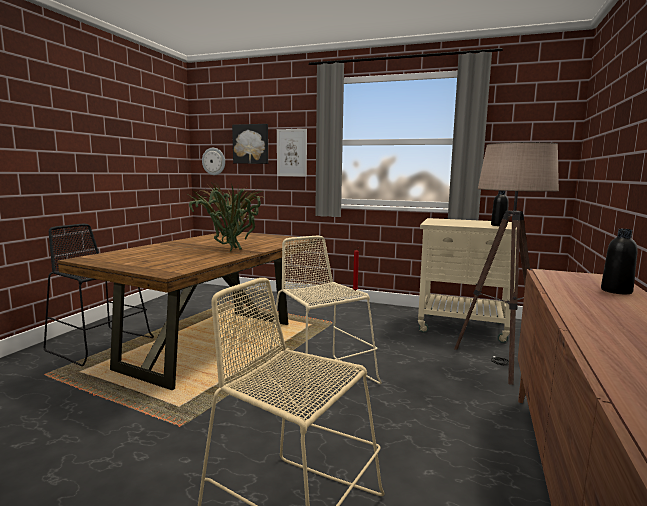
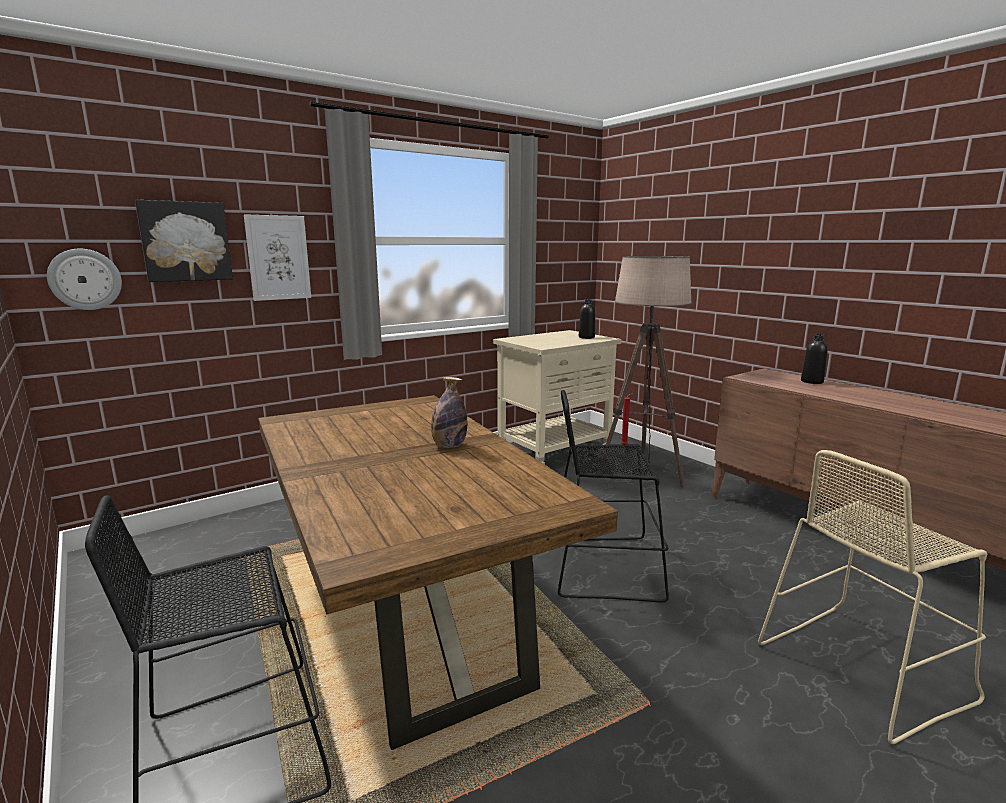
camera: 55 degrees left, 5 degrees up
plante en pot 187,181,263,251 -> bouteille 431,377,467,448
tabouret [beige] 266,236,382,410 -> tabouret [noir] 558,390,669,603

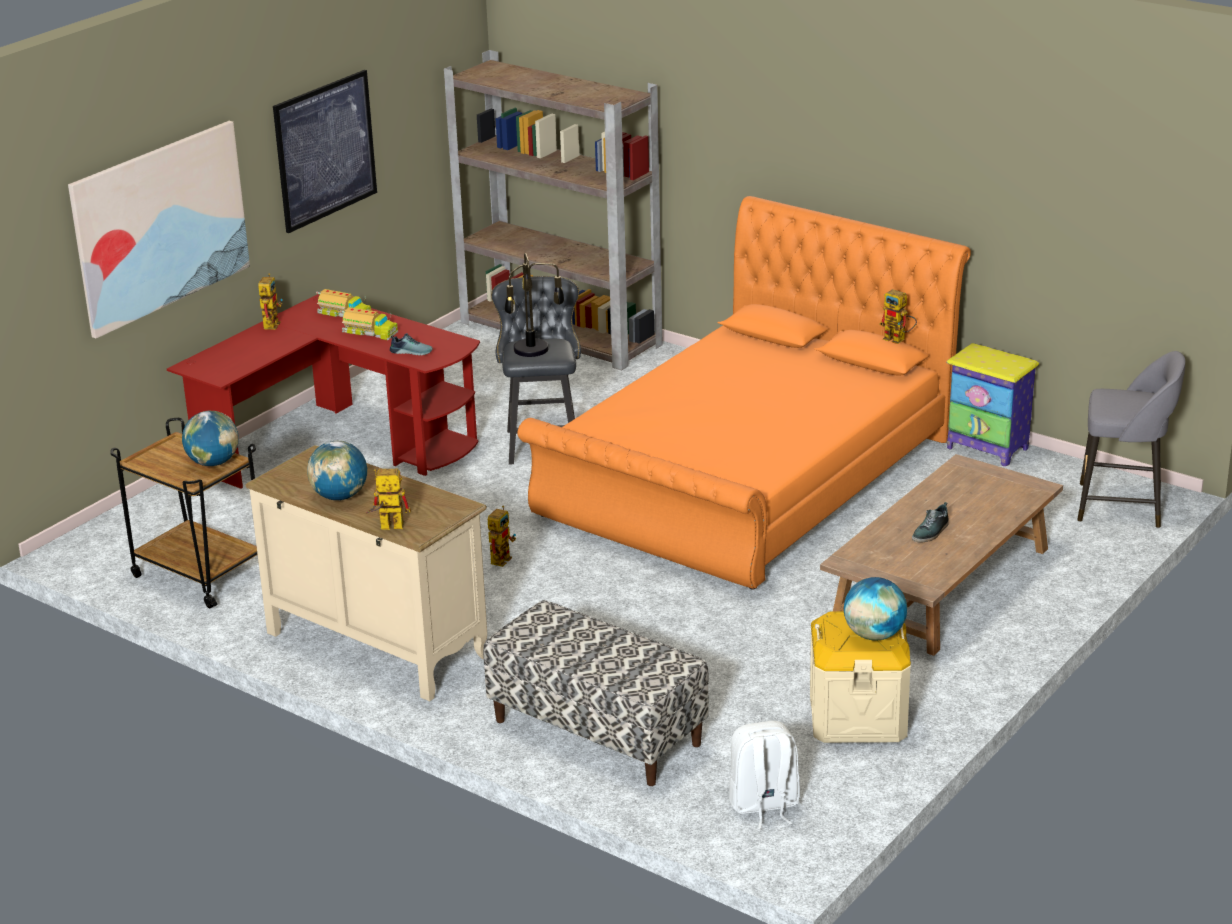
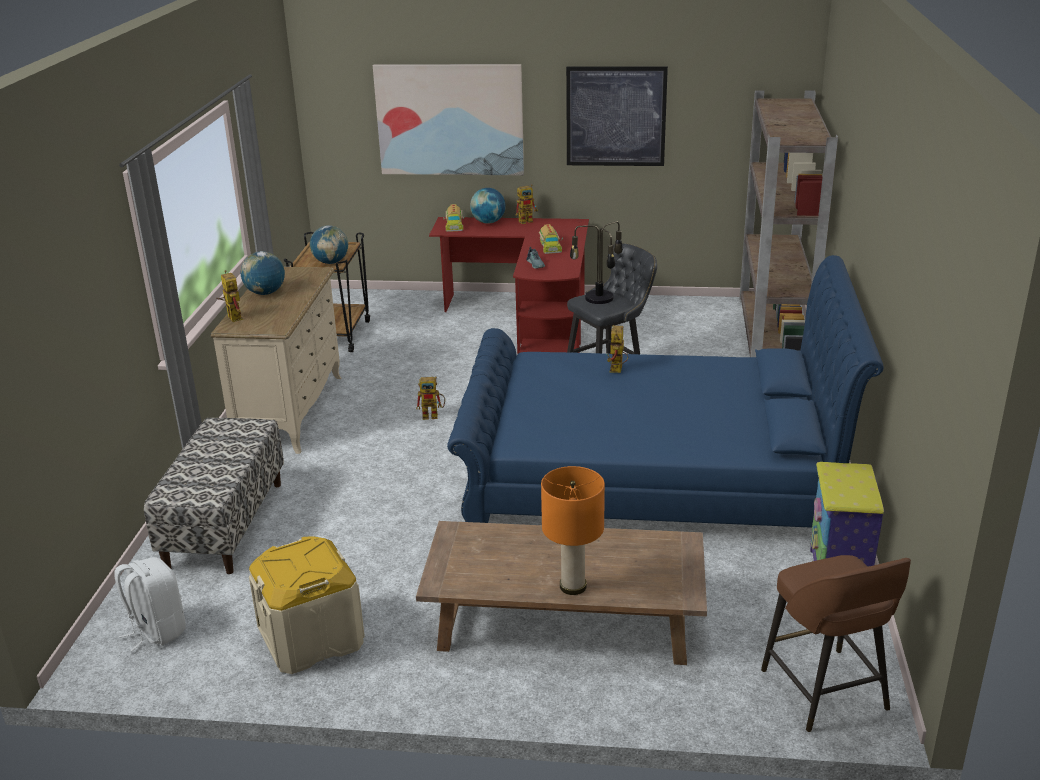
camera: 60 degrees right, 0 degrees up
camion jouet 316,289,371,317 -> camion jouet 443,204,464,232, move
lit [orange] 517,196,971,589 -> lit [bleu] 447,255,884,528
globe 844,577,907,641 -> globe 470,188,506,224, move
robot jouet 879,289,917,344 -> robot jouet 606,325,628,373, move
chaussure 912,502,949,543 -> none
tabouret [gris] 1077,351,1185,528 -> tabouret [marron] 761,555,911,732
none -> lampe de table [orange] 541,466,605,595

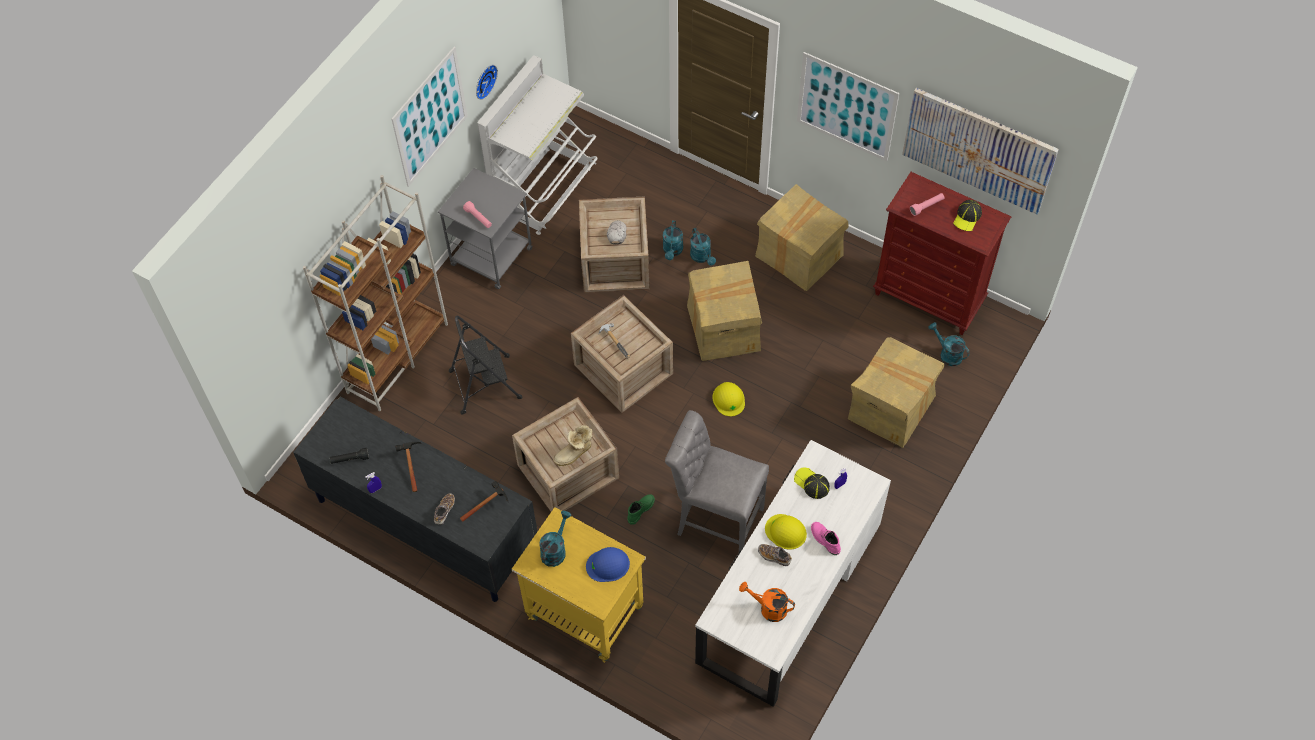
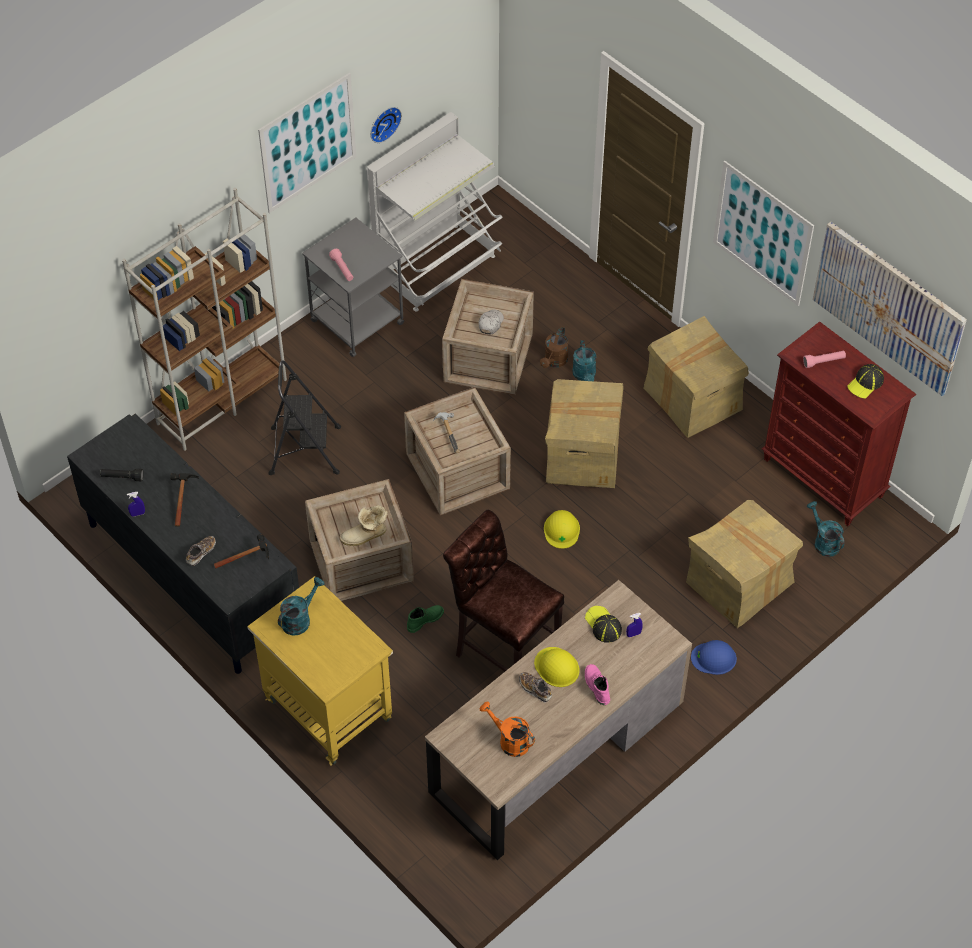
camera: 15 degrees right, 5 degrees down
casque de chantier [bleu] 586,547,630,582 -> casque de chantier [bleu] 691,640,737,675, move
arrosoir [turquoise] 663,220,683,260 -> arrosoir [marron] 540,327,568,368
tabouret [gris] 665,410,769,554 -> tabouret [marron] 443,510,564,672
bureau [blanc] 695,440,891,707 -> bureau [marron] 425,580,692,860

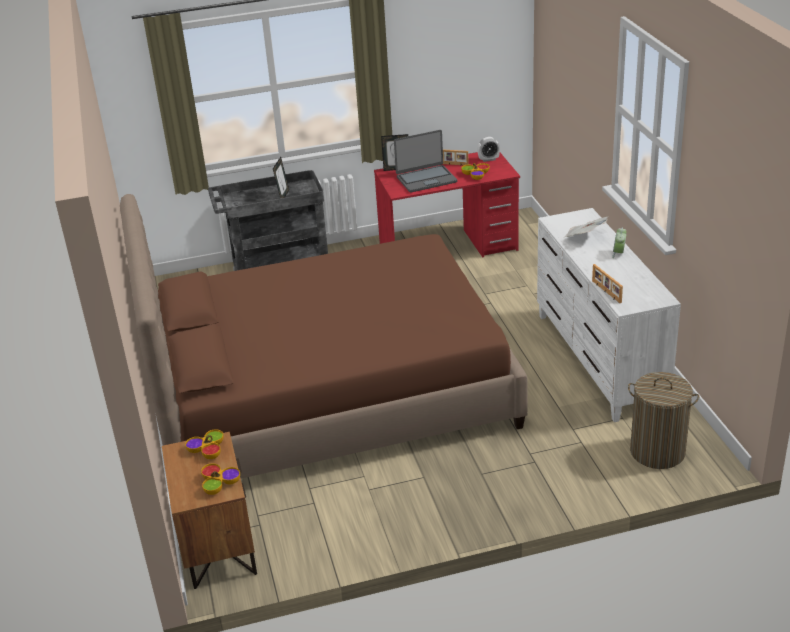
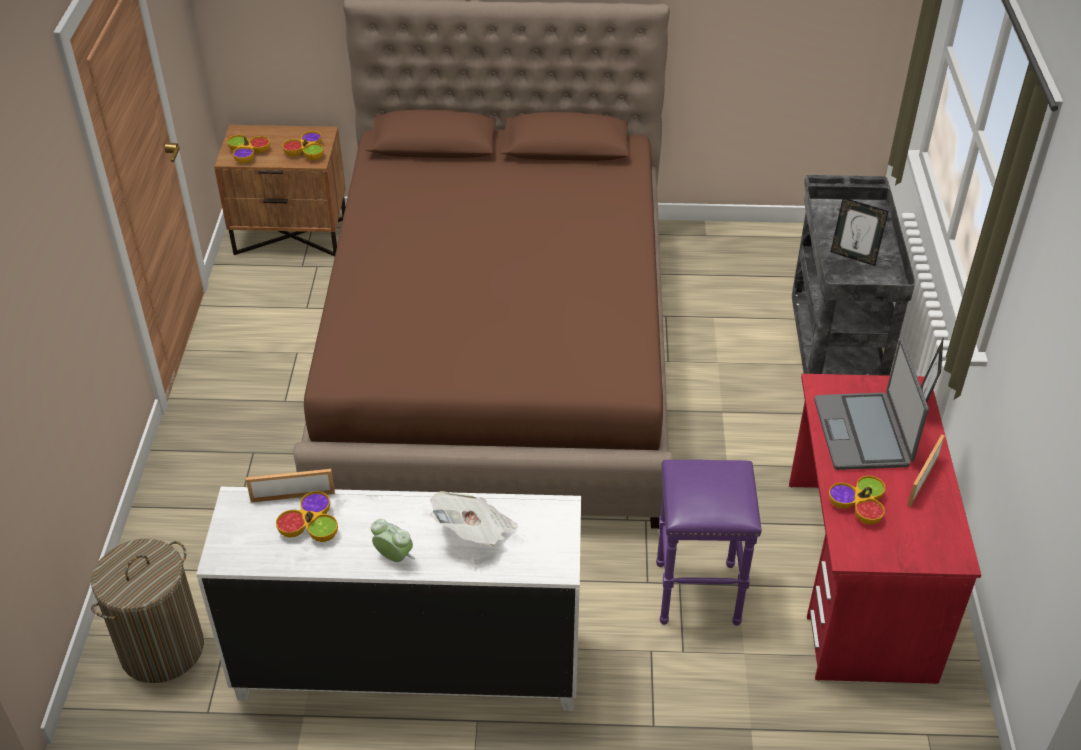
camera: 105 degrees right, 10 degrees up
réveil 477,137,500,162 -> none
none -> bol 276,491,338,542
none -> tabouret [violet] 656,460,762,626

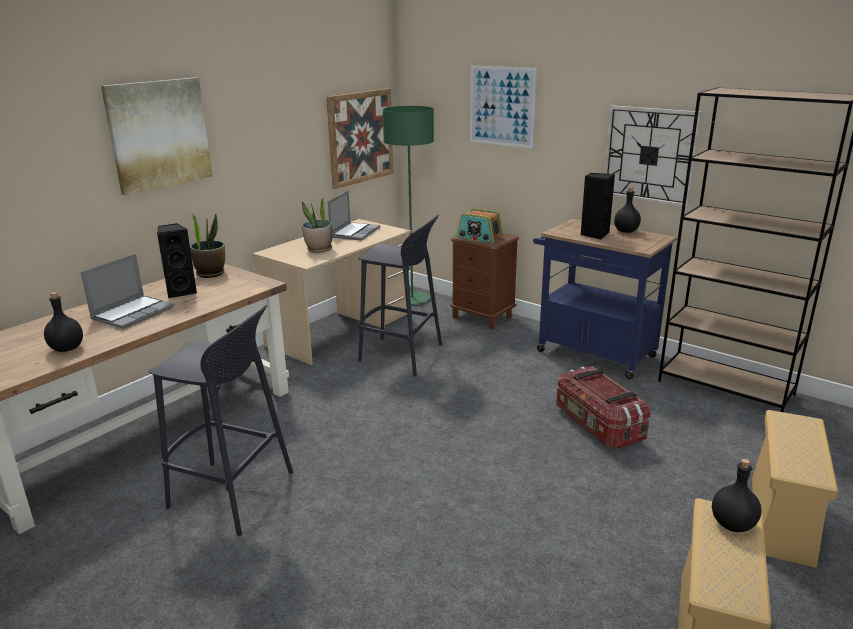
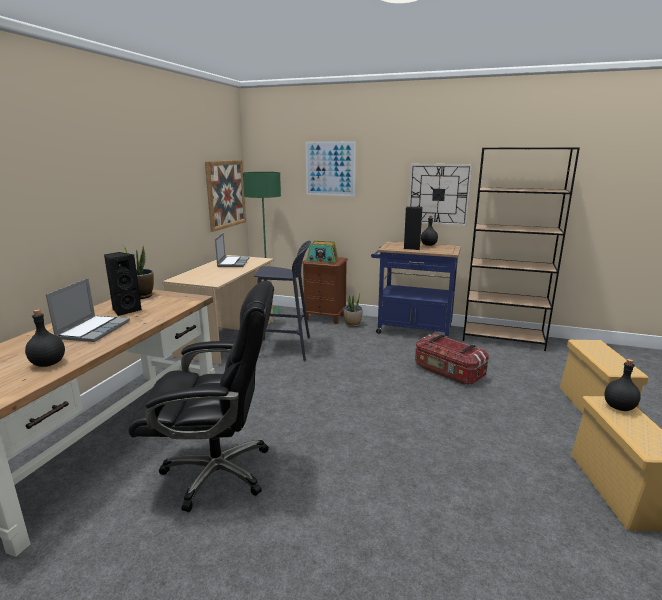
camera: 20 degrees left, 5 degrees down
tableau 101,77,212,195 -> none
tabouret [gris] 149,305,293,536 -> chaise de bureau [noir] 128,281,274,512
plante en pot 302,198,332,253 -> plante en pot 343,291,363,327, move

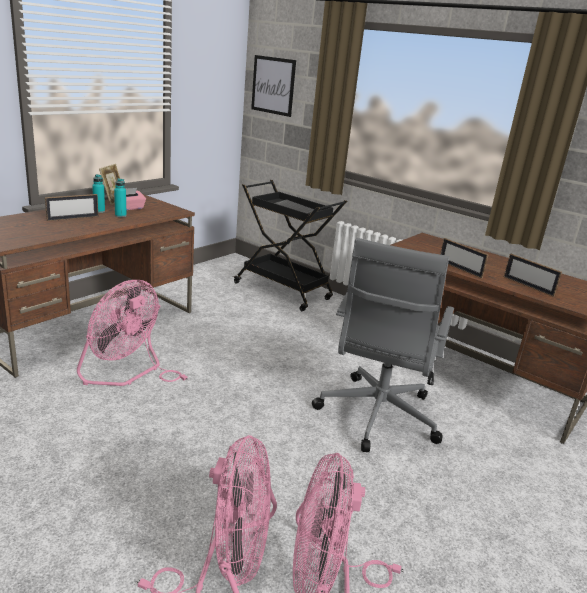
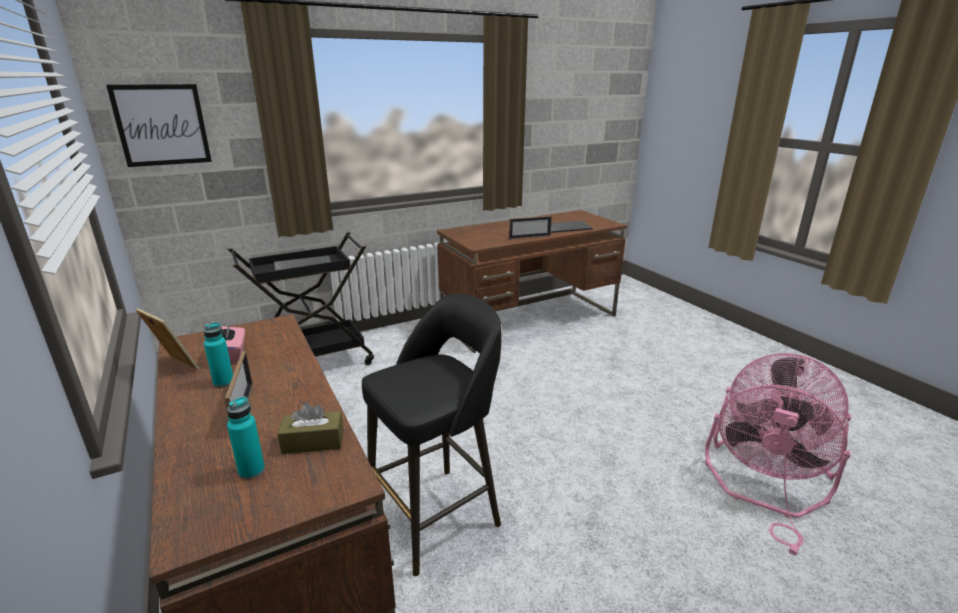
camera: 65 degrees left, 0 degrees up
ventilateur [rose] 77,280,188,386 -> tabouret [noir] 362,294,502,576
bouteille [turquoise] 114,178,127,217 -> bouteille [turquoise] 227,396,265,479, move
chaise de bureau [gris] 312,238,454,452 -> none
cadre photo 504,254,562,297 -> clavier 551,221,593,233
none -> boîte à mouchoirs [marron] 278,402,344,454

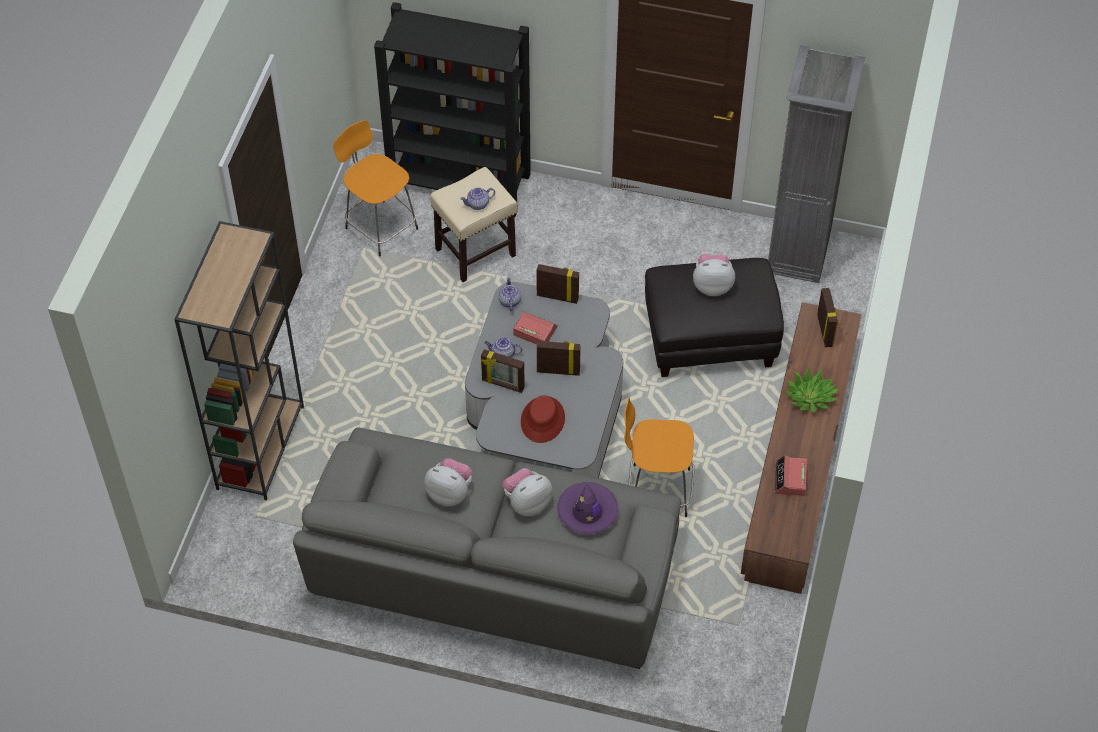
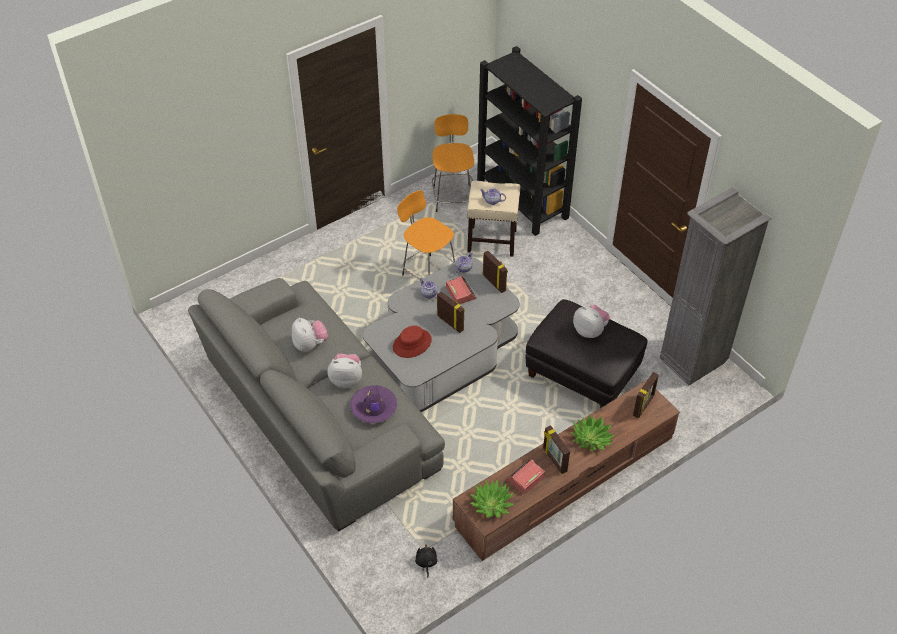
camera: 40 degrees right, 5 degrees down
bibliothèque 174,221,304,500 -> none
cadre photo 481,349,525,393 -> cadre photo 543,425,570,474, move
tabouret [orange] 624,396,694,517 -> tabouret [orange] 397,190,455,280, move
none -> peluche [noir] 415,544,438,578
none -> plante en pot 470,479,514,518

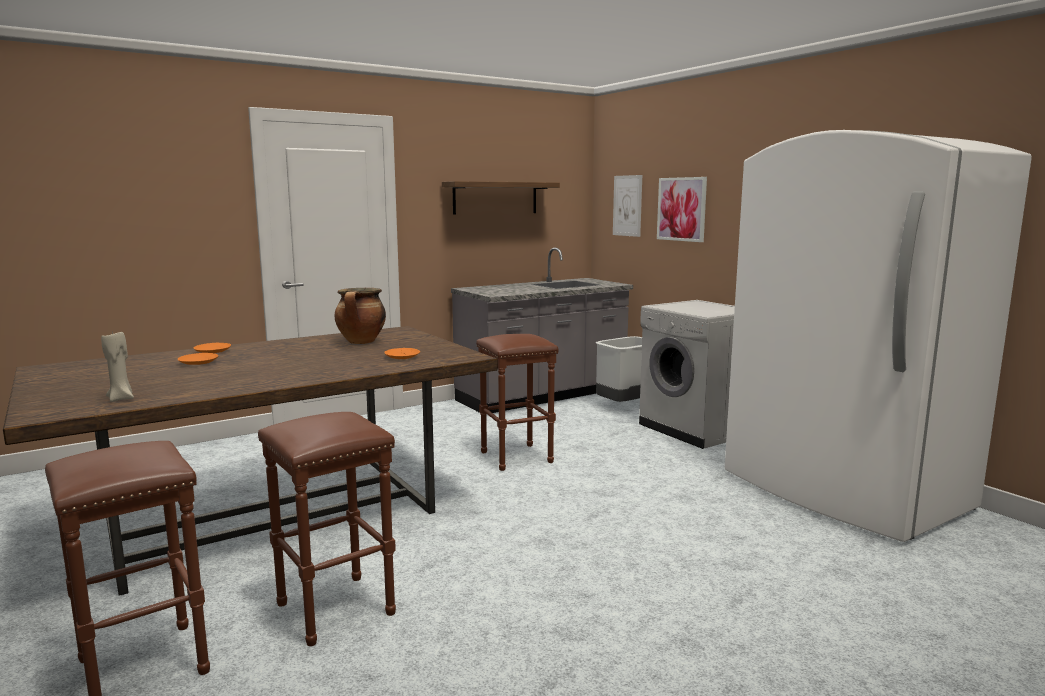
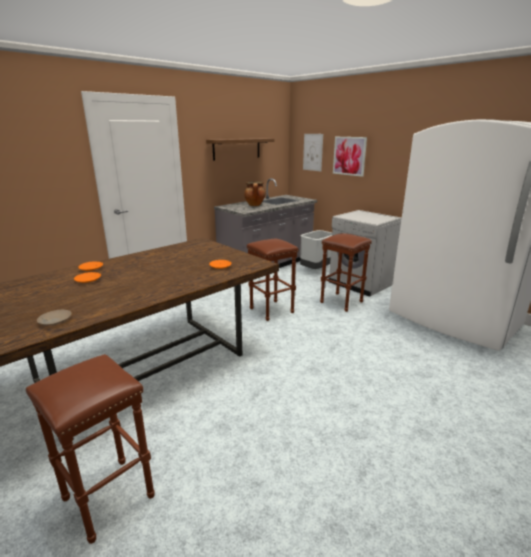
camera: 10 degrees left, 10 degrees up
bougie [beige] 101,331,134,402 -> assiette [beige] 37,310,72,325
tabouret [marron] 258,412,396,646 -> tabouret [marron] 320,233,372,312, move
marmite 334,288,386,344 -> marmite 244,181,265,206, move

